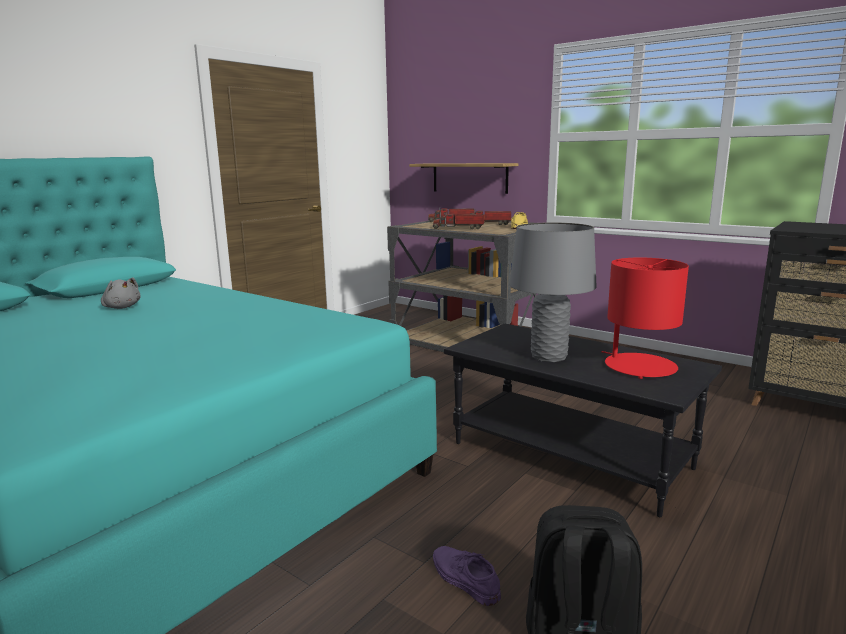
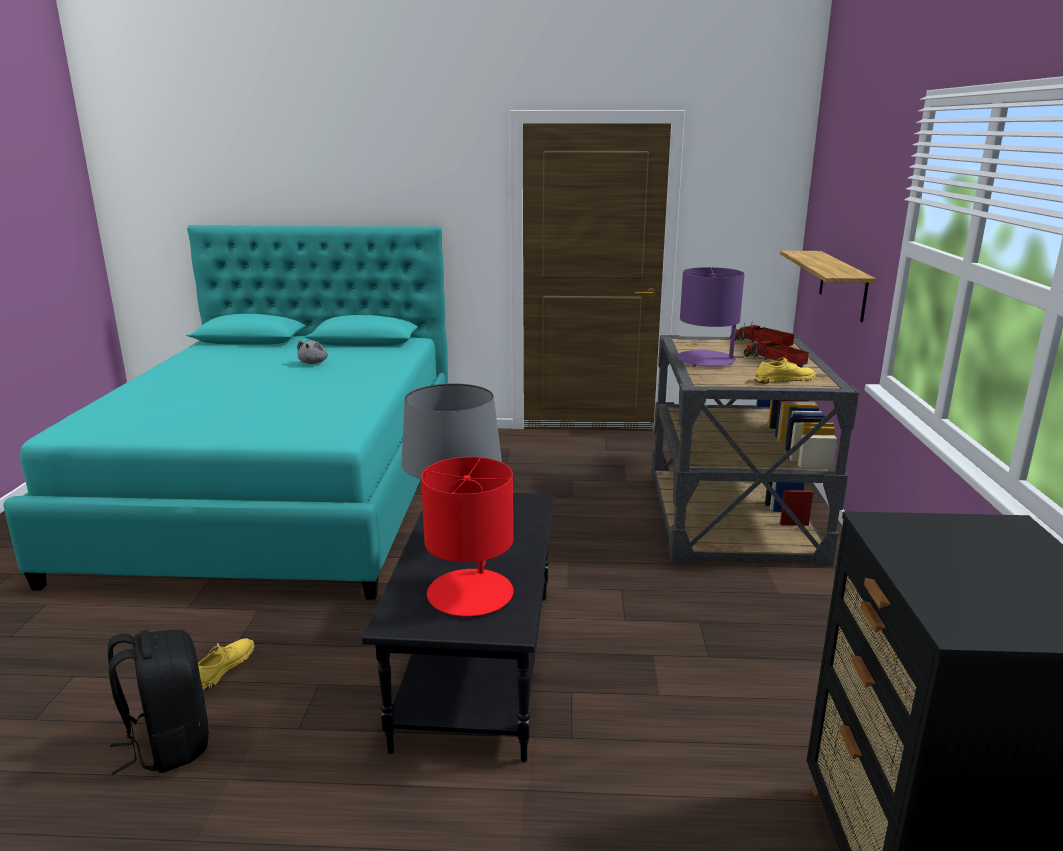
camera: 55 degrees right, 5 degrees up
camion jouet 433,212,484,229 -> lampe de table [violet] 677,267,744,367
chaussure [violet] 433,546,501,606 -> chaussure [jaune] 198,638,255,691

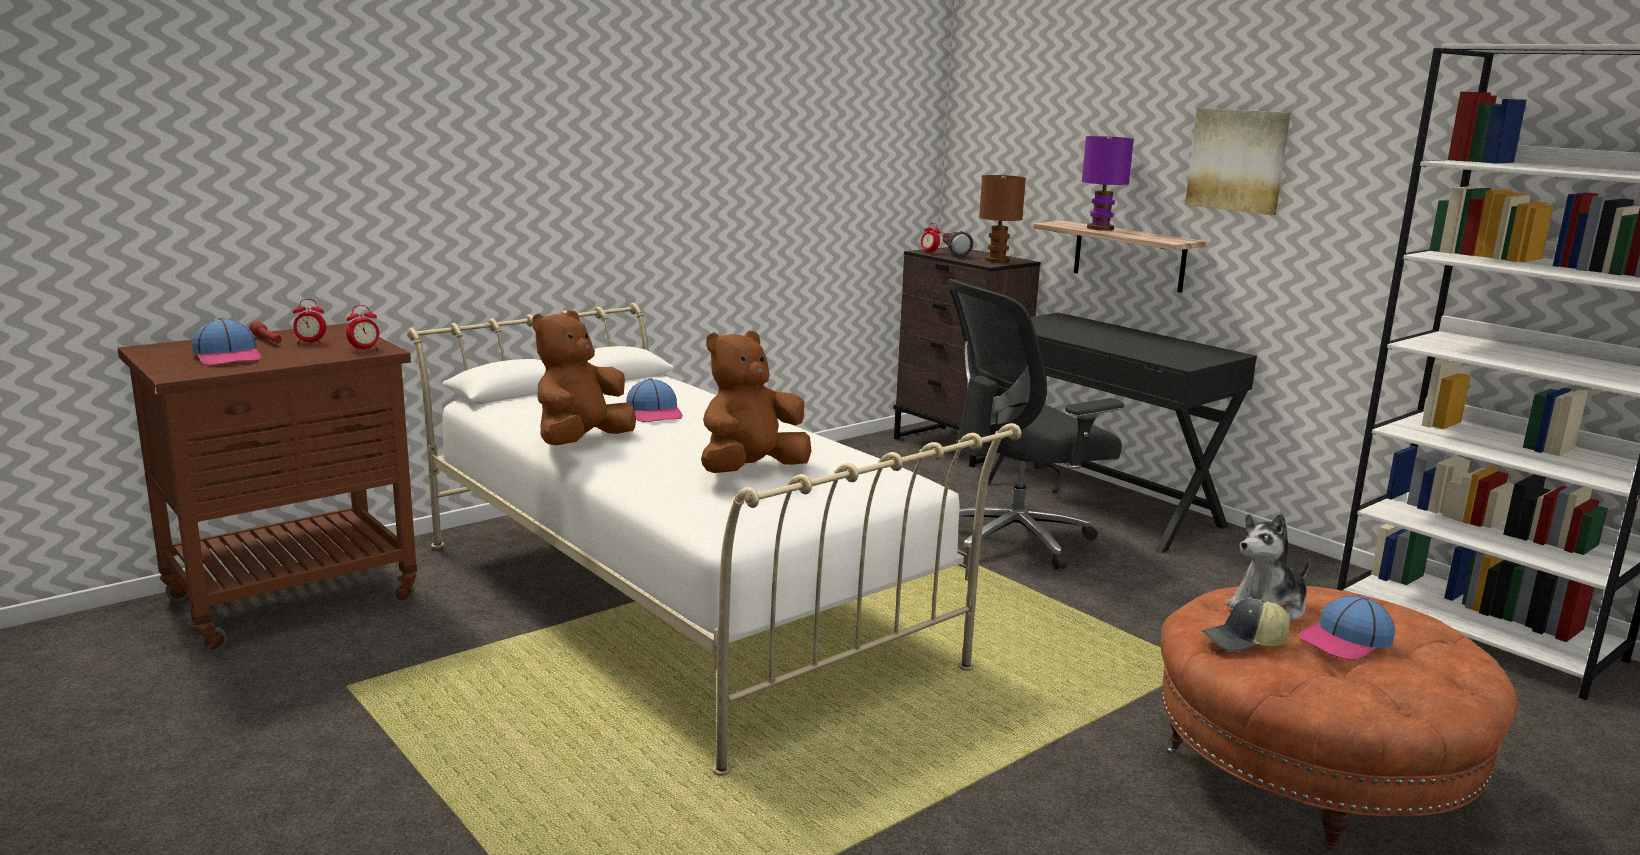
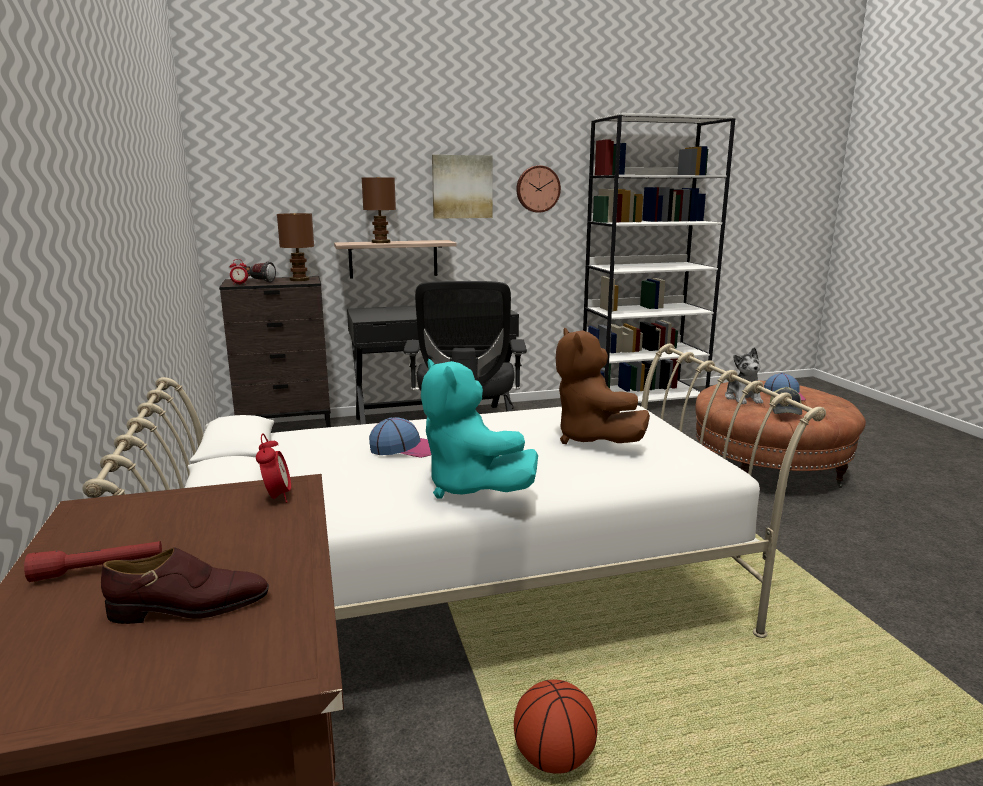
camera: 65 degrees left, 0 degrees up
casquette 192,318,262,365 -> chaussure [marron] 101,548,269,624
réveil 293,299,326,344 -> none
peluche [marron] 532,310,636,445 -> peluche [turquoise] 421,359,538,498
lampe de table [violet] 1082,136,1134,231 -> lampe de table [marron] 362,177,396,243
none -> ballon de basket 514,680,597,774
none -> horloge murale 516,165,561,213

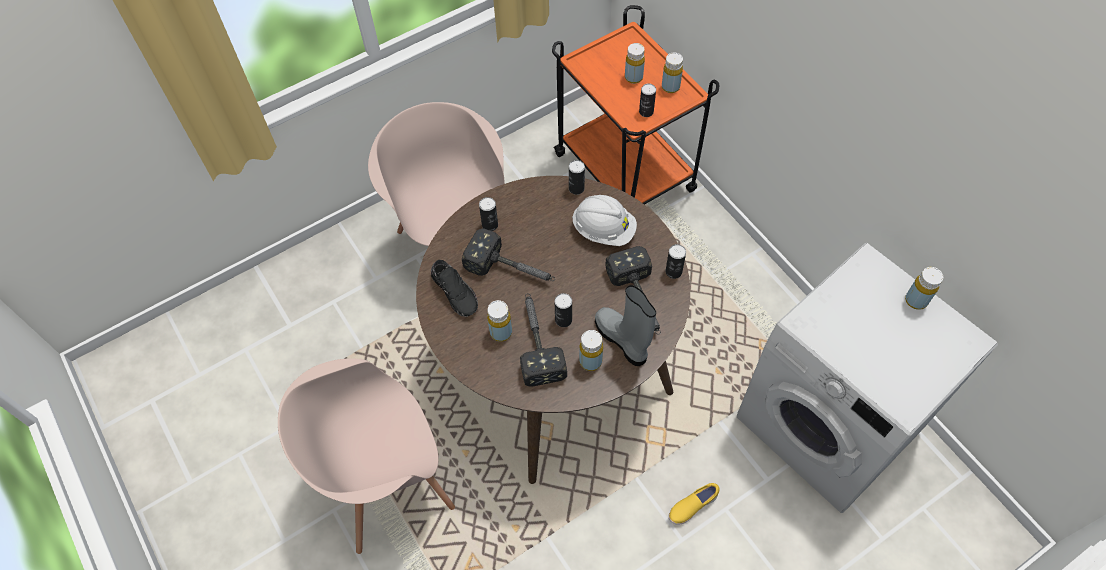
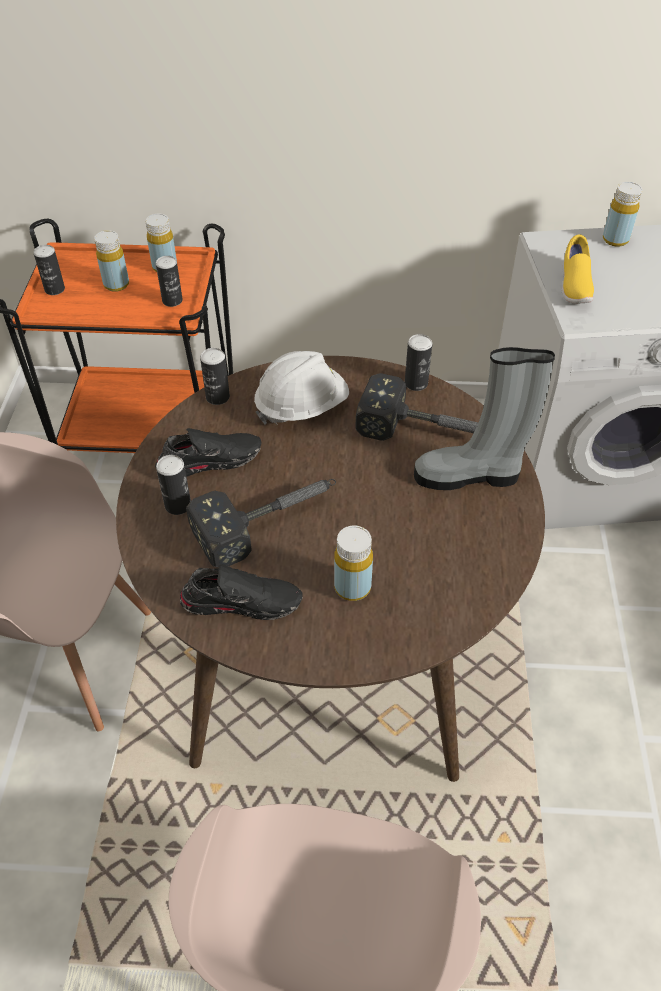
camera: 55 degrees left, 10 degrees down
marteau 520,293,567,387 -> none
boîte métallique 555,293,572,327 -> boîte métallique 34,245,65,295, move
bouteille [jaune] 579,330,603,371 -> none
chaussure [jaune] 668,483,720,525 -> chaussure [jaune] 561,234,594,304, move
none -> chaussure [noir] 155,428,262,477

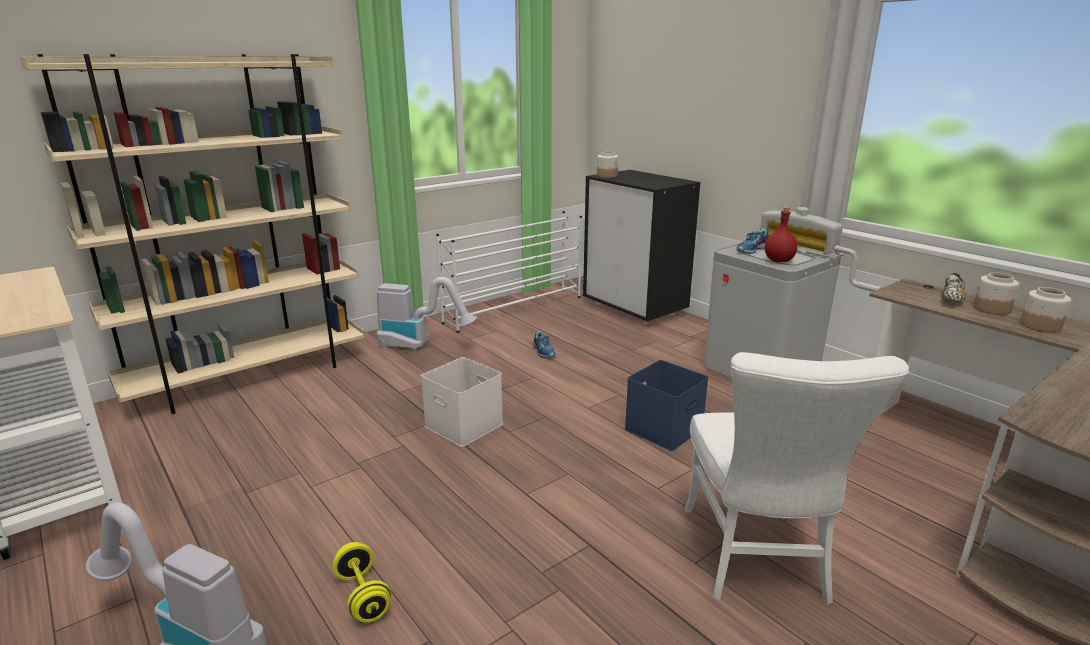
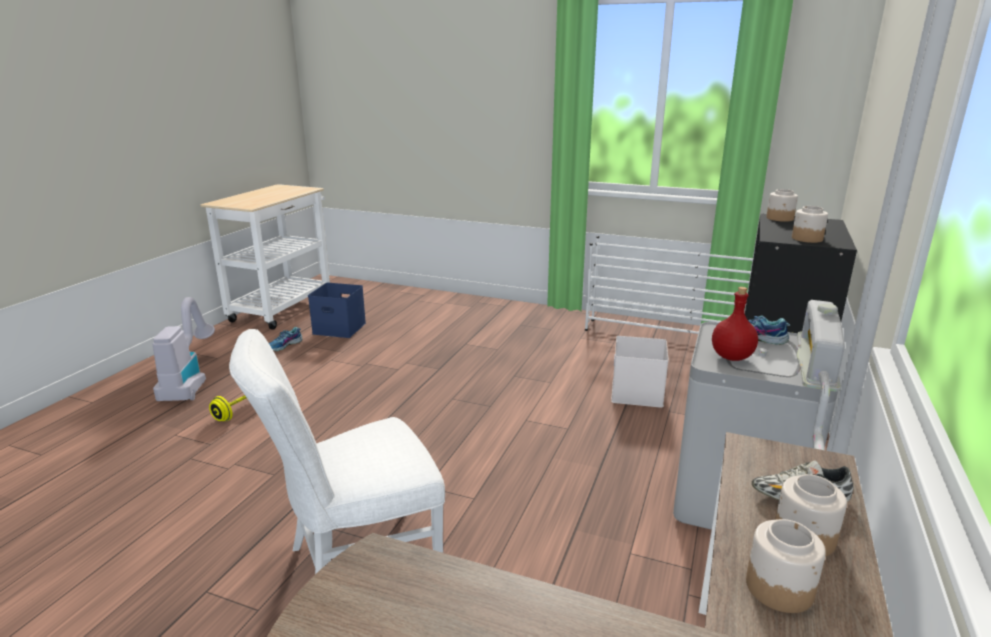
camera: 60 degrees right, 0 degrees up
bibliothèque [beige] 20,54,366,414 -> none
aspirateur 377,277,477,350 -> none
boîte de rangement [blanc] 421,357,503,447 -> boîte de rangement [blanc] 611,336,669,408, move
chaussure 533,331,556,358 -> chaussure 269,327,303,351, move
boîte de rangement [bleu] 625,360,708,451 -> boîte de rangement [bleu] 308,283,366,338, move
none -> bocal 792,206,828,243

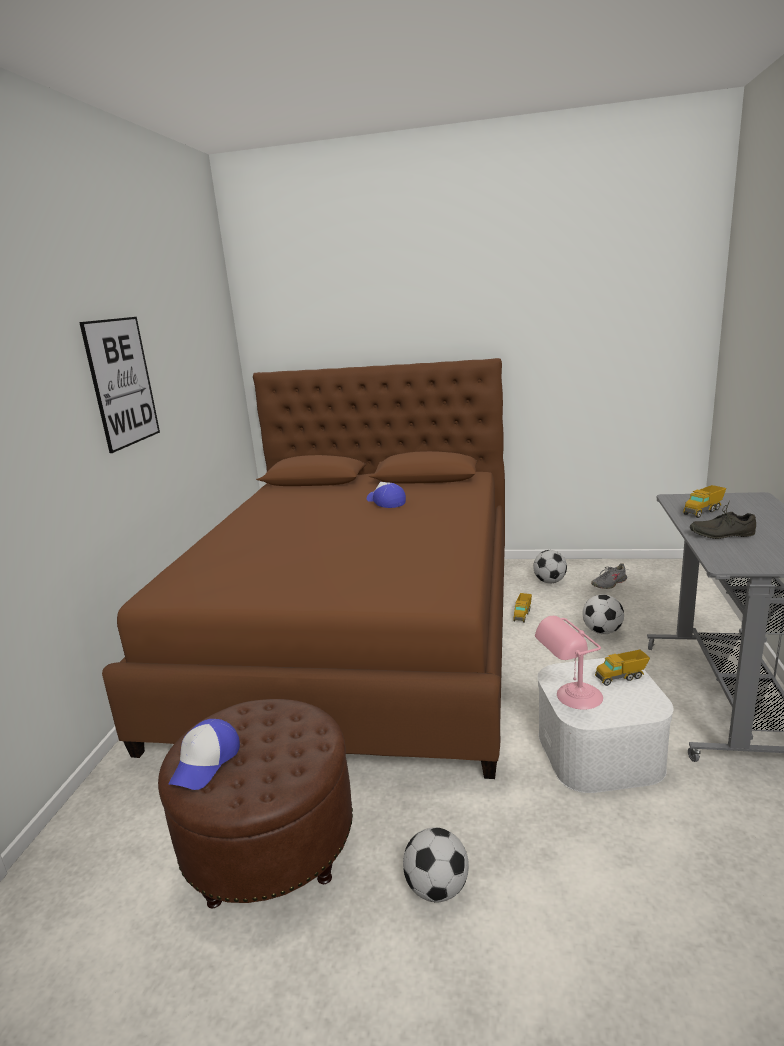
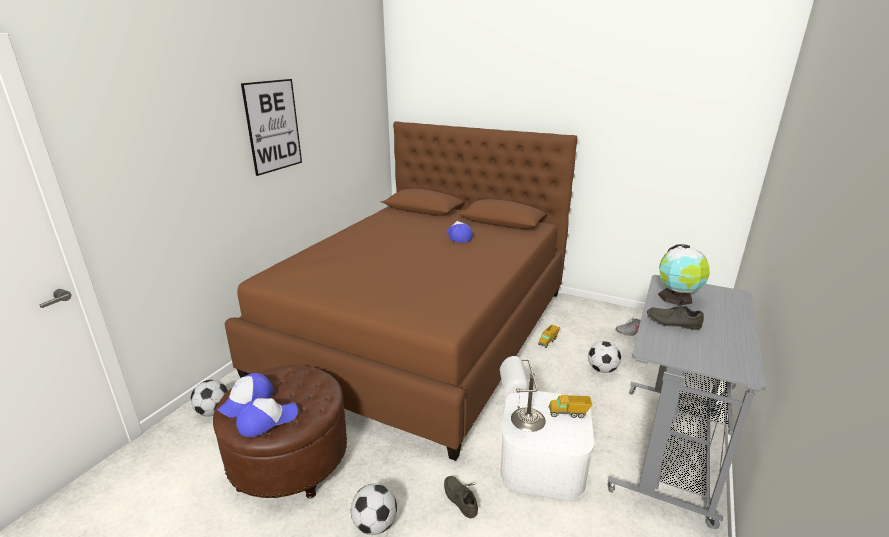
camera: 15 degrees right, 5 degrees up
ballon de foot 533,550,567,583 -> ballon de foot 191,380,228,417, move
lampe de table [rose] 535,616,603,710 -> lampe de table [blanc] 500,356,546,432
camion jouet 683,485,726,518 -> globe 658,244,710,305
none -> casquette 236,398,298,437
none -> chaussure [gris] 444,476,478,518

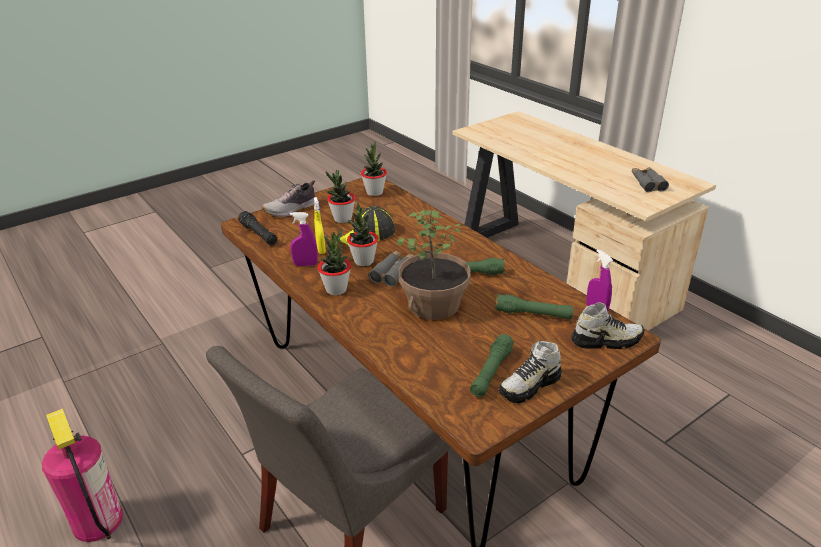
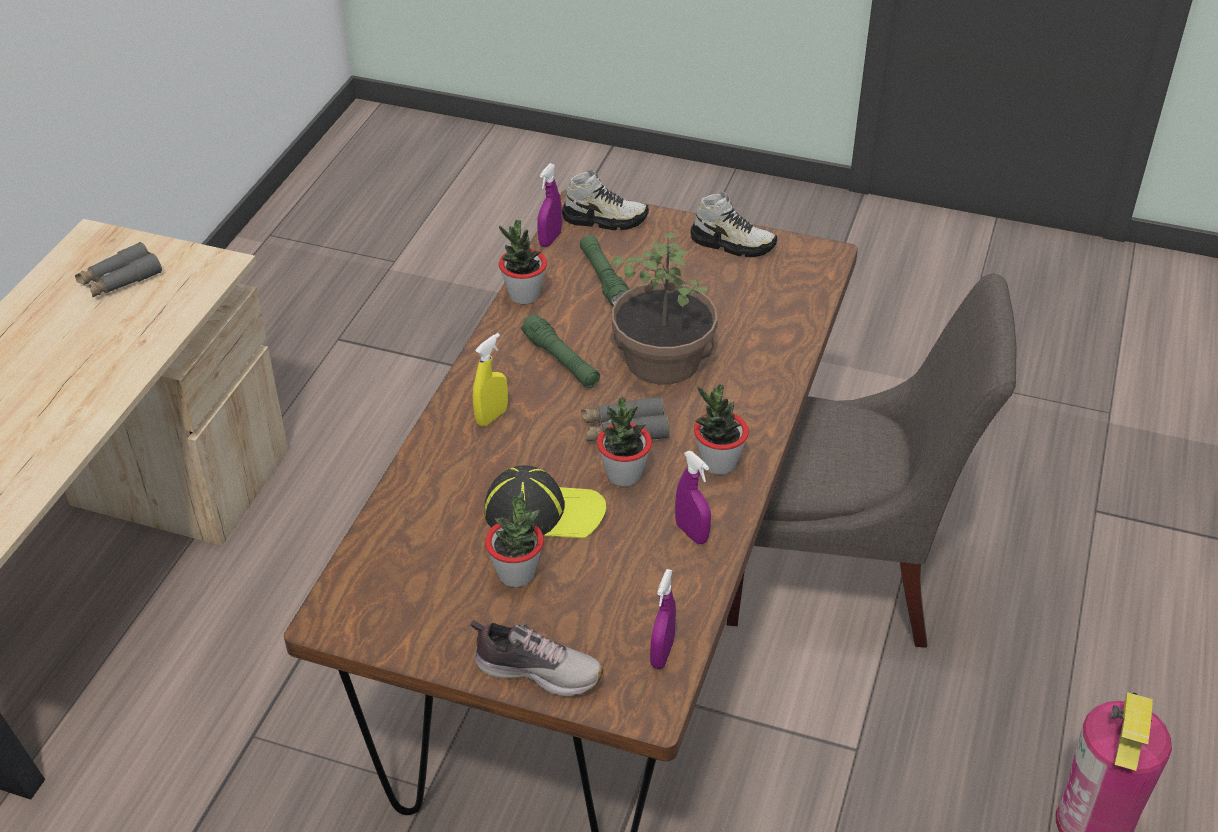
camera: 125 degrees left, 10 degrees up
lampe de poche [noir] 238,211,278,245 -> vaporisateur [violet] 650,569,676,669
vaporisateur [jaune] 314,197,326,254 -> vaporisateur [jaune] 473,333,508,426, move
plante en pot 361,142,387,196 -> plante en pot 499,220,547,304, move
lampe de poche [vert] 470,334,514,397 -> none
chaussure 571,302,645,349 -> chaussure 562,170,649,230, 135 degrees clockwise

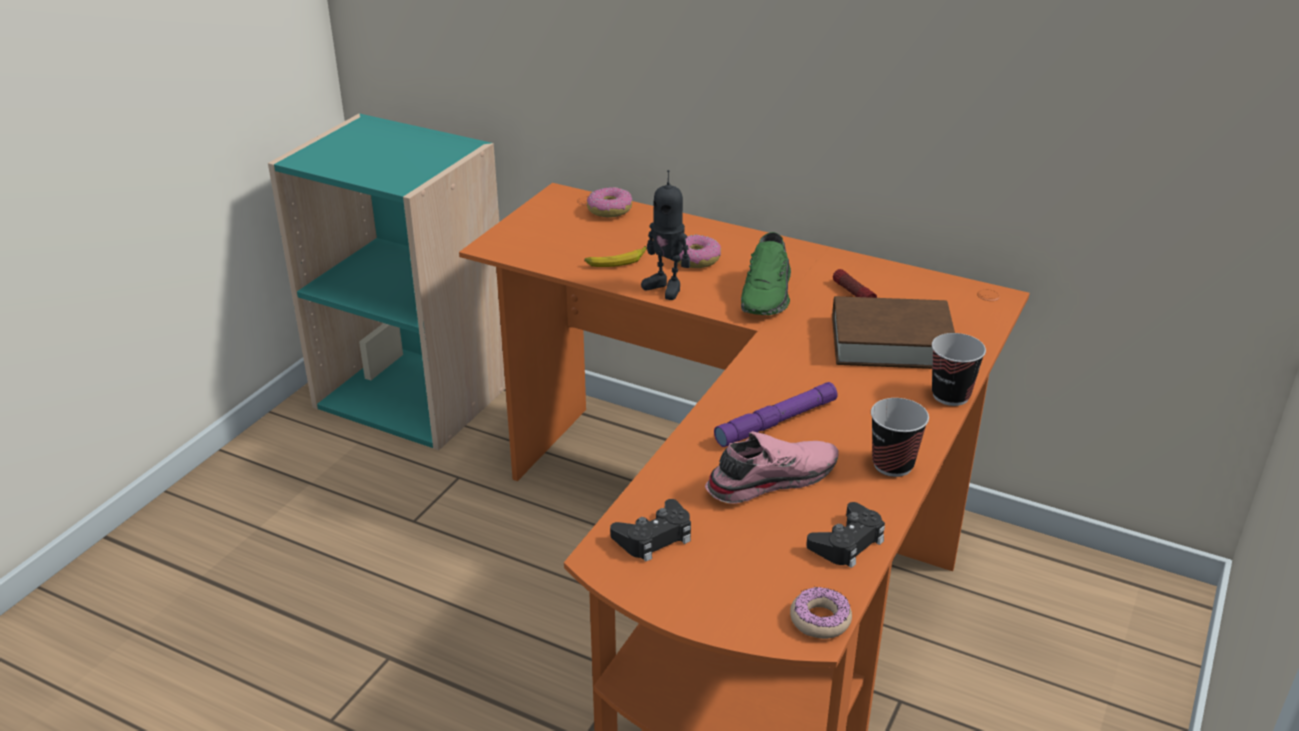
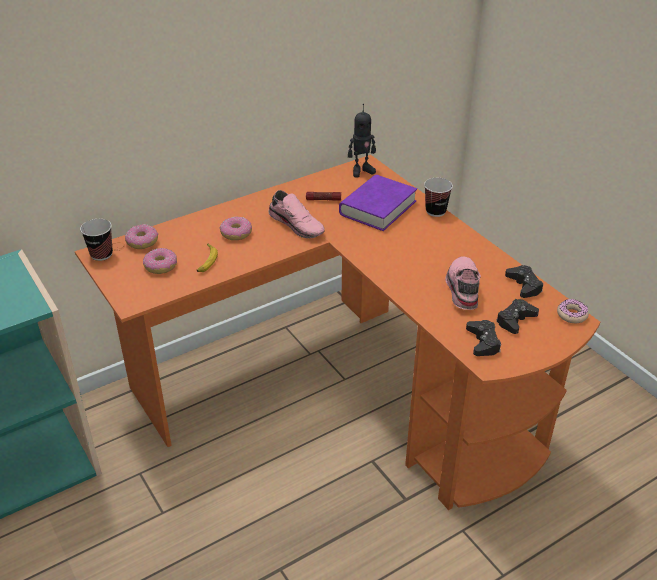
camera: 60 degrees left, 5 degrees up
robot jouet 641,170,690,300 -> robot jouet 348,104,376,177, move
lampe de poche [violet] 714,382,837,447 -> none
chaussure [vert] 741,232,791,315 -> chaussure [rose] 268,190,325,238
livre [marron] 832,296,955,369 -> livre [violet] 339,175,417,231
tasse 871,398,929,477 -> tasse 80,219,113,261, move
none -> beignet 143,248,177,274
none -> manette [noir] 496,299,539,334

